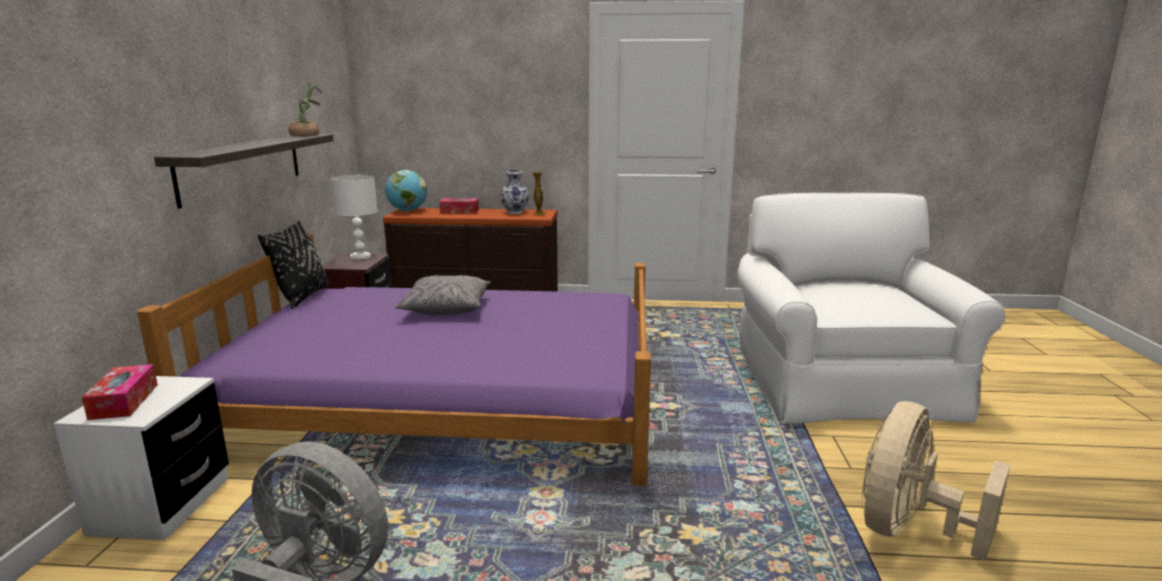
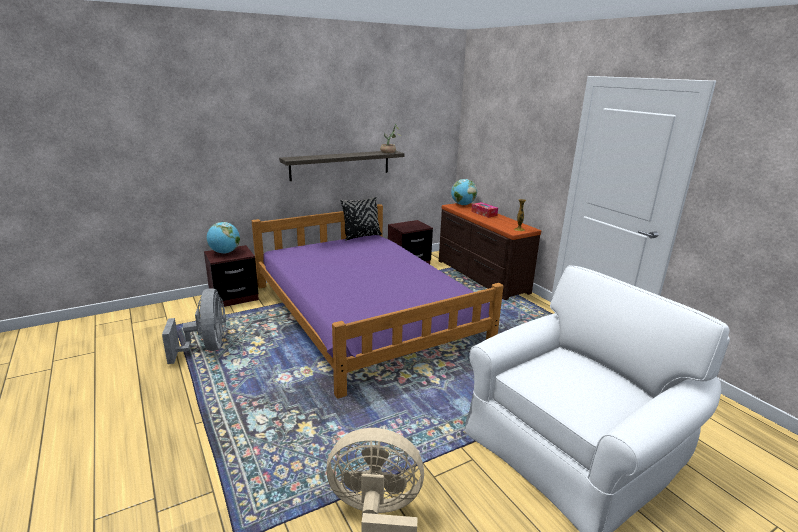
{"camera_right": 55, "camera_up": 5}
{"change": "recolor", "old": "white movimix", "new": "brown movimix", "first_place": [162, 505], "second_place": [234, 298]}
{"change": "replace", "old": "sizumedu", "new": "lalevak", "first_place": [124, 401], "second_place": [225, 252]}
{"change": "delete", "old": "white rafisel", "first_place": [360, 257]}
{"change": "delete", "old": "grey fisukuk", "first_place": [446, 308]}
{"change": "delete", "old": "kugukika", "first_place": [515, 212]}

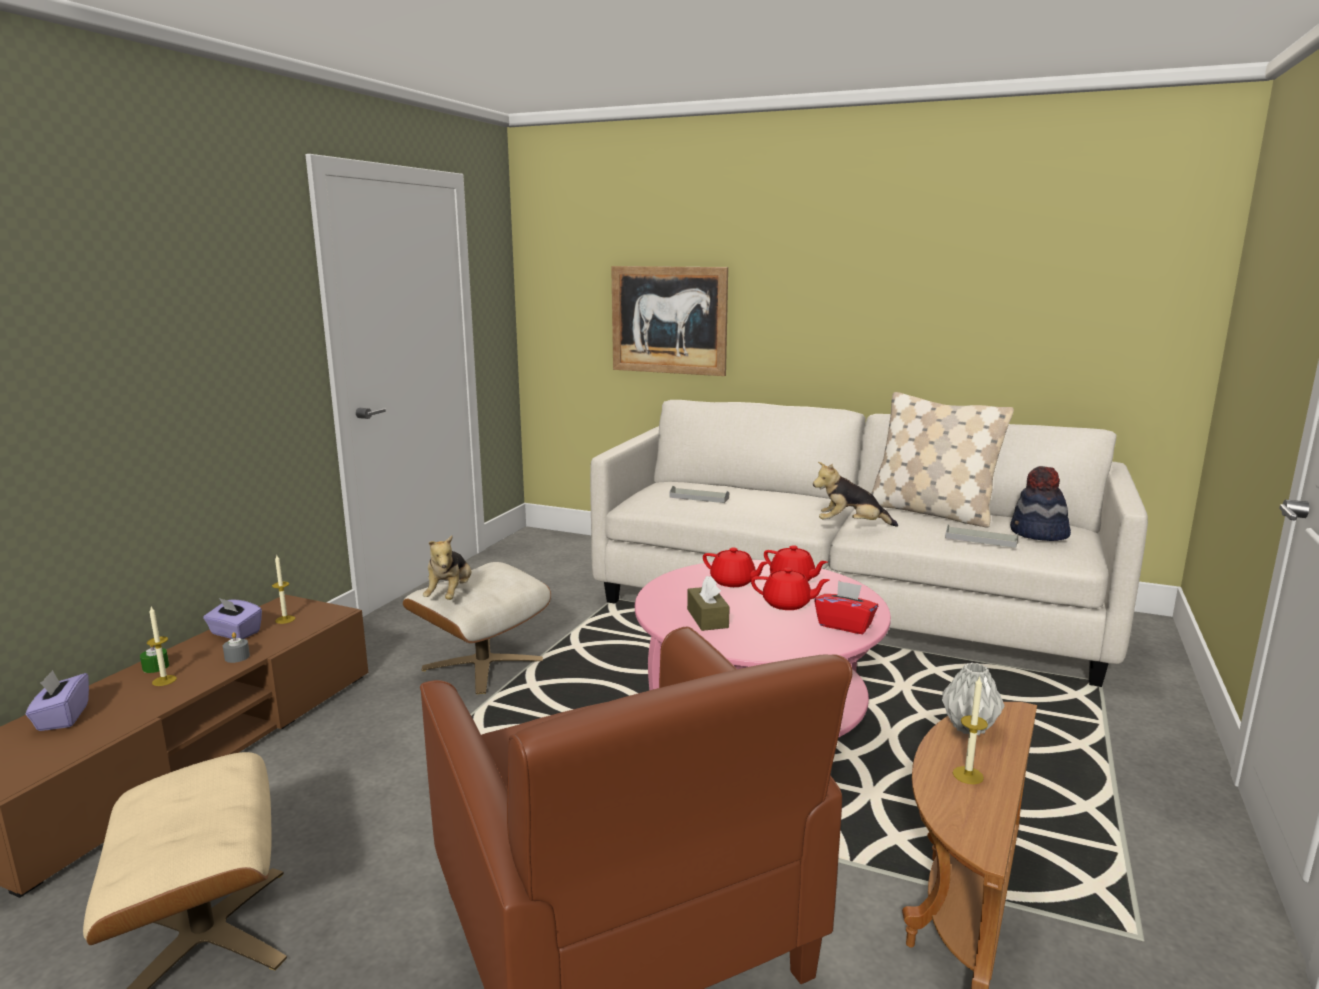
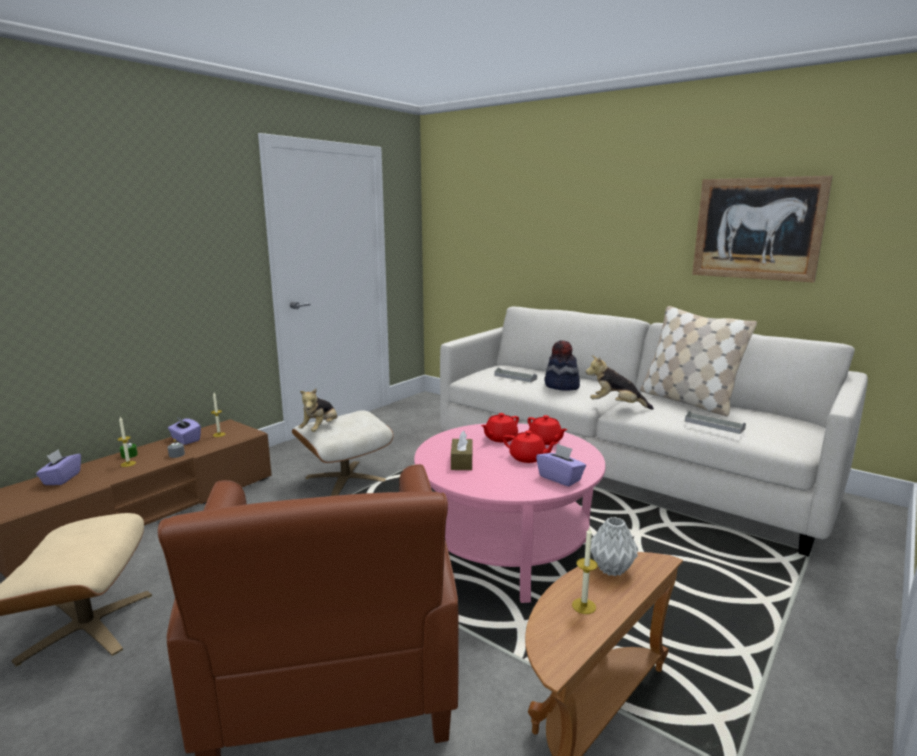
{"camera_right": 15, "camera_up": 0}
{"change": "move", "old": "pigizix", "first_place": [669, 320], "second_place": [757, 229]}
{"change": "rotate", "old": "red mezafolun", "first_place": [733, 582], "second_place": [500, 438], "degrees": 90}
{"change": "recolor", "old": "red sizumedu", "new": "purple sizumedu", "first_place": [845, 625], "second_place": [560, 478]}
{"change": "move", "old": "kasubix", "first_place": [1038, 534], "second_place": [561, 386]}

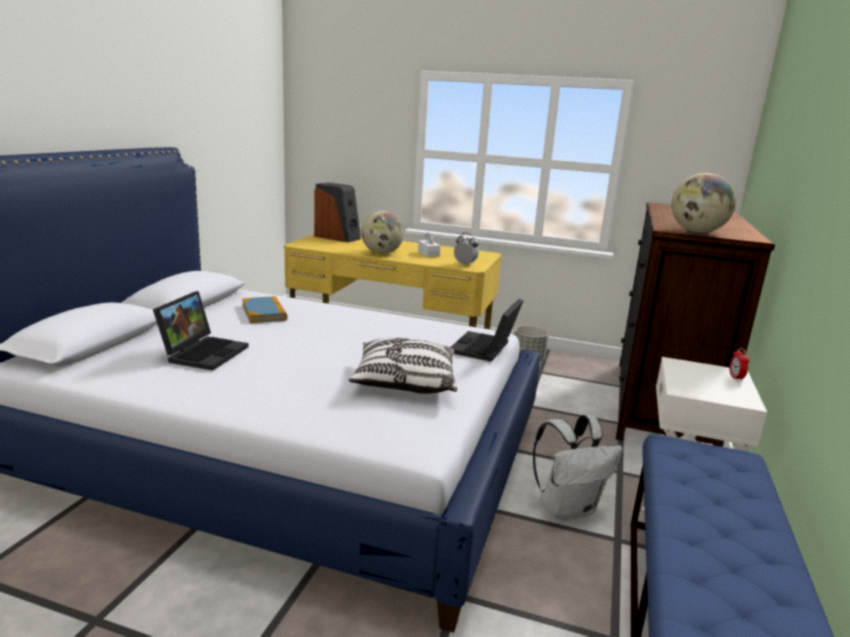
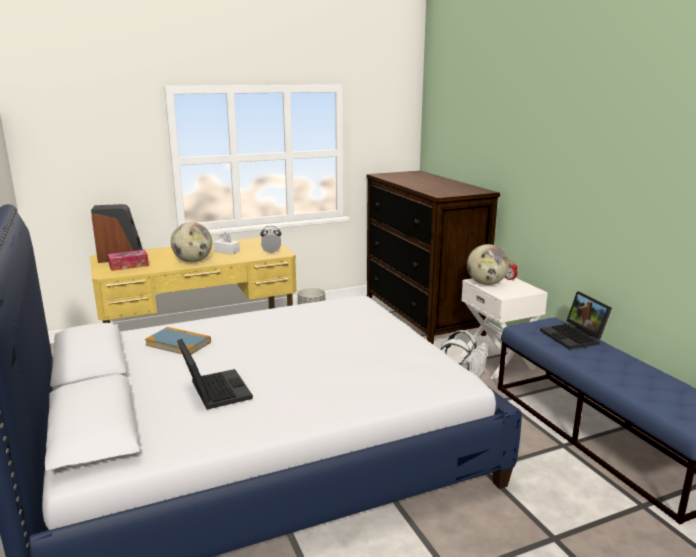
{"camera_right": -40, "camera_up": 0}
{"change": "delete", "old": "fisukuk", "first_place": [404, 382]}
{"change": "move", "old": "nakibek", "first_place": [485, 349], "second_place": [574, 337]}
{"change": "move", "old": "lalevak", "first_place": [696, 232], "second_place": [486, 284]}
{"change": "insert", "new": "sizumedu", "second_place": [129, 265]}

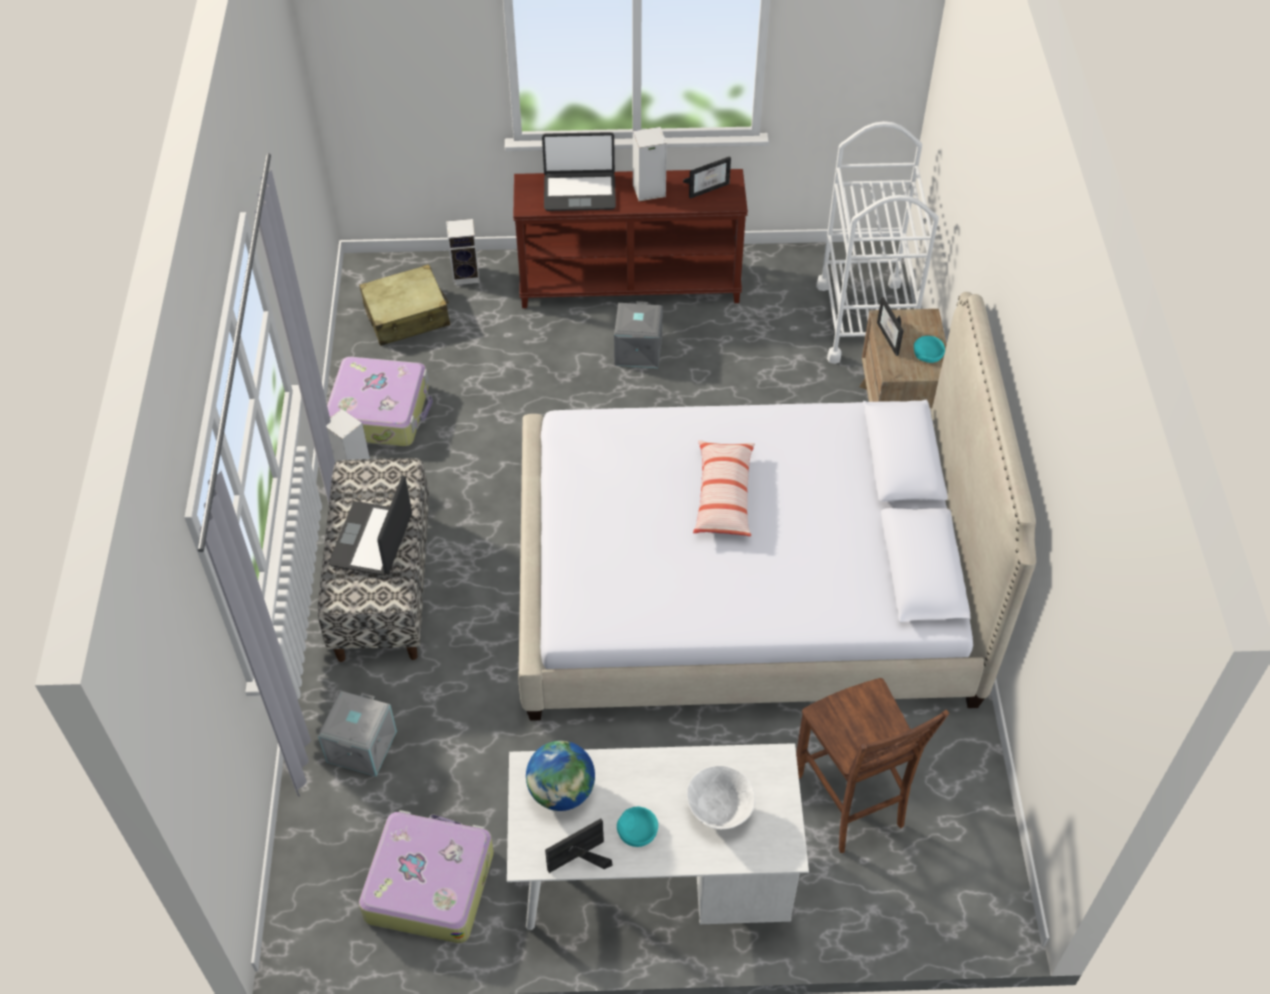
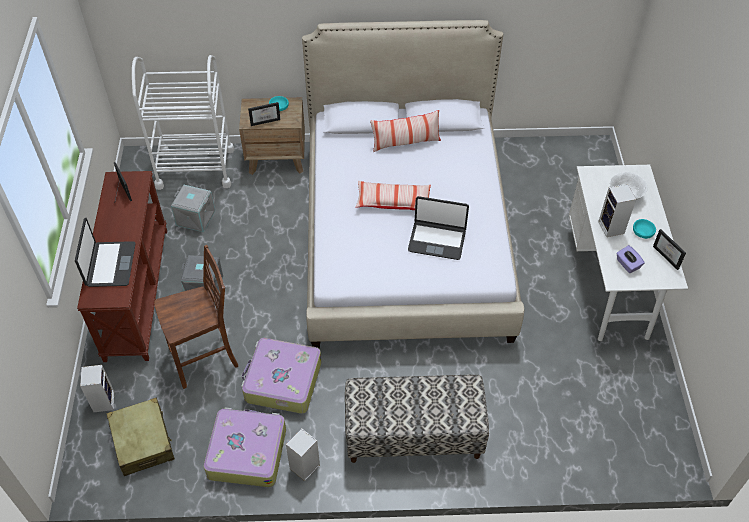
{"camera_right": -90, "camera_up": 0}
{"change": "move", "old": "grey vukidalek", "first_place": [360, 746], "second_place": [195, 218]}
{"change": "move", "old": "nakibek", "first_place": [372, 540], "second_place": [437, 240]}
{"change": "move", "old": "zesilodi", "first_place": [429, 883], "second_place": [282, 381]}
{"change": "replace", "old": "lalevak", "new": "purple sizumedu", "first_place": [561, 792], "second_place": [627, 264]}
{"change": "move", "old": "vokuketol", "first_place": [648, 191], "second_place": [612, 228]}
{"change": "move", "old": "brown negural", "first_place": [850, 803], "second_place": [206, 359]}
{"change": "insert", "new": "fisukuk", "second_place": [405, 143]}

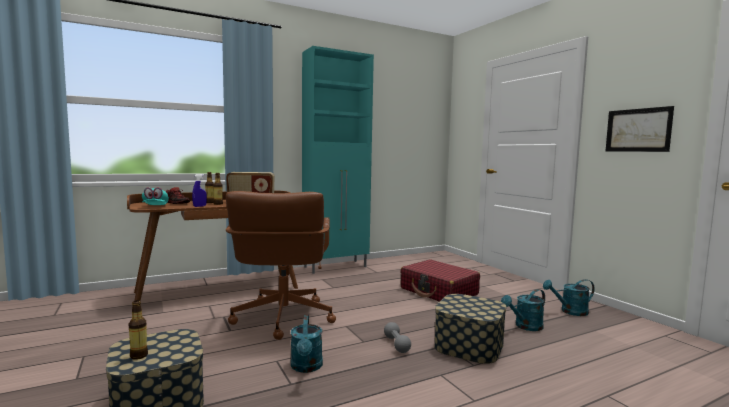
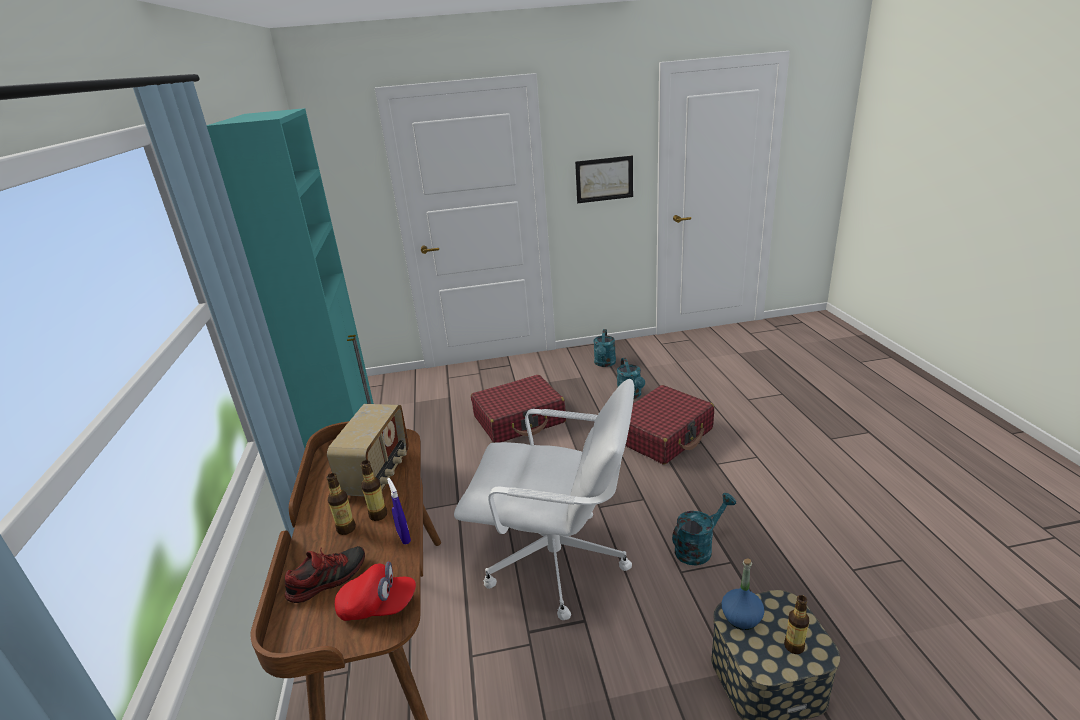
{"camera_right": -70, "camera_up": 20}
{"change": "recolor", "old": "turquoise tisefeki", "new": "red tisefeki", "first_place": [155, 207], "second_place": [378, 606]}
{"change": "recolor", "old": "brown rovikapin", "new": "white rovikapin", "first_place": [282, 318], "second_place": [557, 563]}
{"change": "rotate", "old": "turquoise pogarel", "first_place": [306, 367], "second_place": [698, 548], "degrees": -45}
{"change": "delete", "old": "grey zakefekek", "first_place": [396, 344]}
{"change": "replace", "old": "vukidalek", "new": "red zesilodi", "first_place": [469, 345], "second_place": [663, 435]}
{"change": "insert", "new": "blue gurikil", "second_place": [741, 617]}

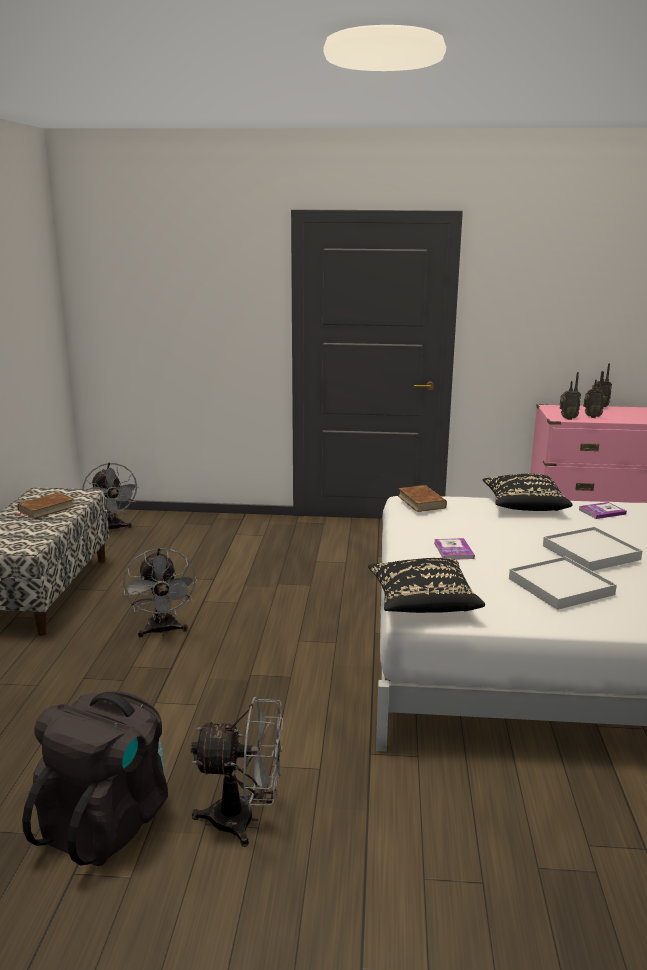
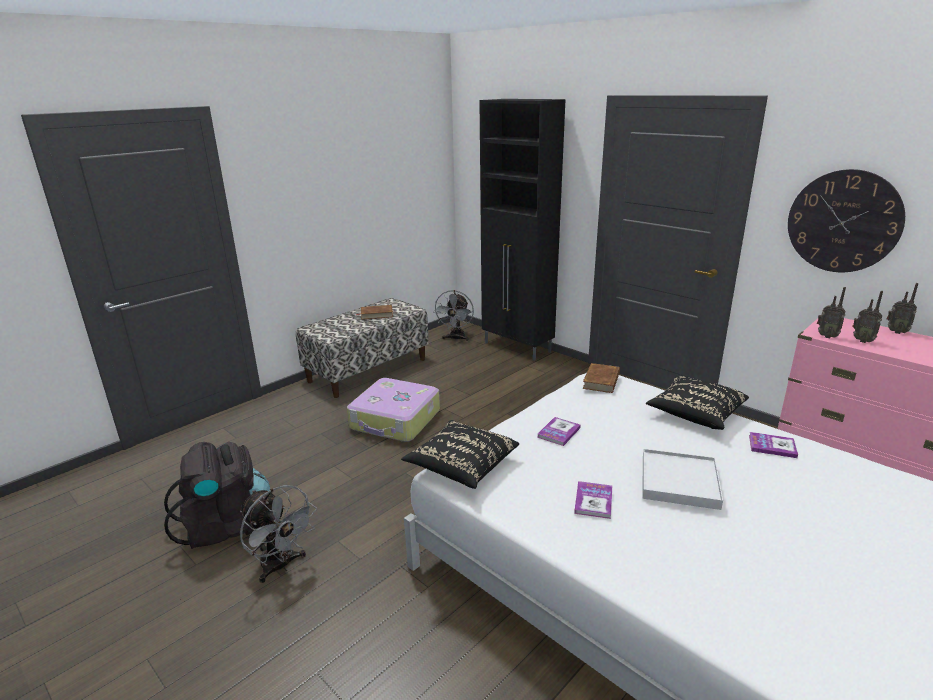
{"camera_right": 40, "camera_up": 5}
{"change": "replace", "old": "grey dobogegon", "new": "zesilodi", "first_place": [162, 631], "second_place": [395, 420]}
{"change": "replace", "old": "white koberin", "new": "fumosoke", "first_place": [560, 586], "second_place": [593, 501]}
{"change": "insert", "new": "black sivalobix", "second_place": [517, 348]}
{"change": "insert", "new": "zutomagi", "second_place": [843, 221]}

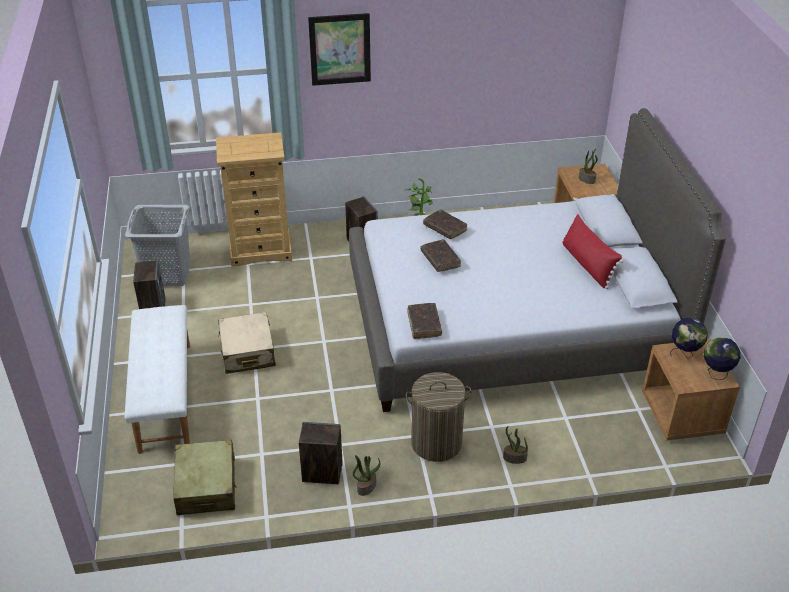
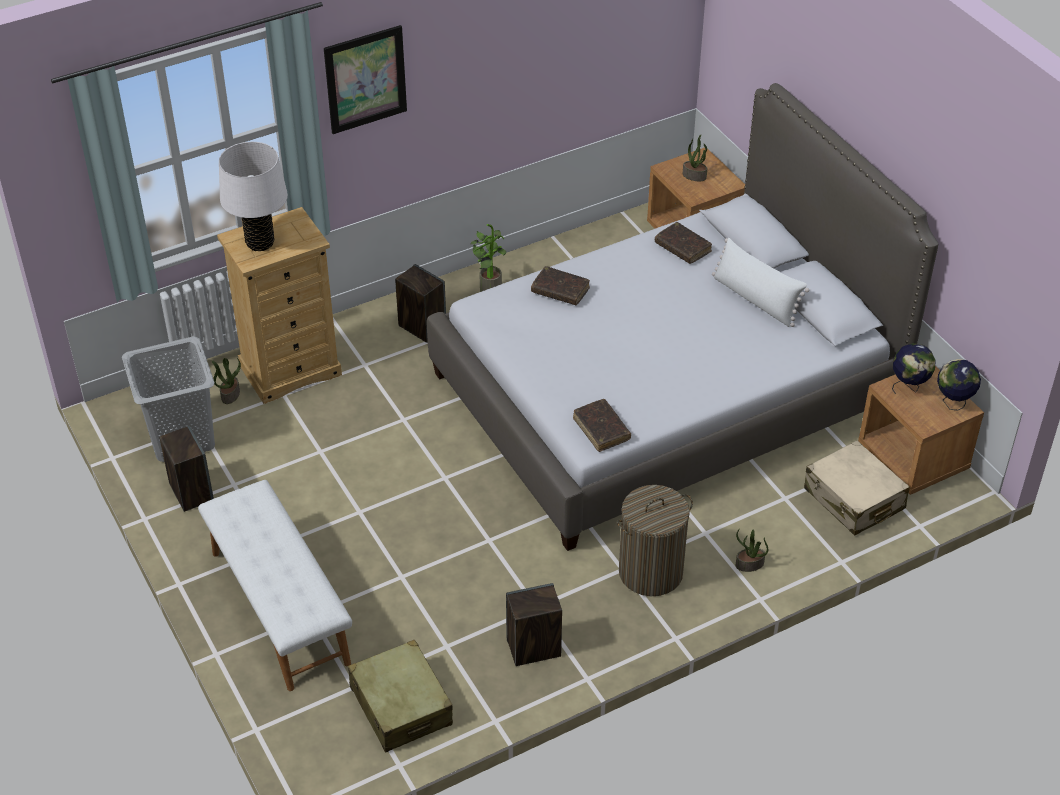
{"camera_right": -20, "camera_up": 5}
{"change": "move", "old": "beige zesilodi", "first_place": [247, 352], "second_place": [854, 499]}
{"change": "move", "old": "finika", "first_place": [366, 486], "second_place": [230, 394]}
{"change": "move", "old": "brown fumosoke", "first_place": [440, 259], "second_place": [682, 248]}
{"change": "recolor", "old": "red fisukuk", "new": "white fisukuk", "first_place": [587, 264], "second_place": [755, 299]}
{"change": "insert", "new": "white rafisel", "second_place": [260, 243]}

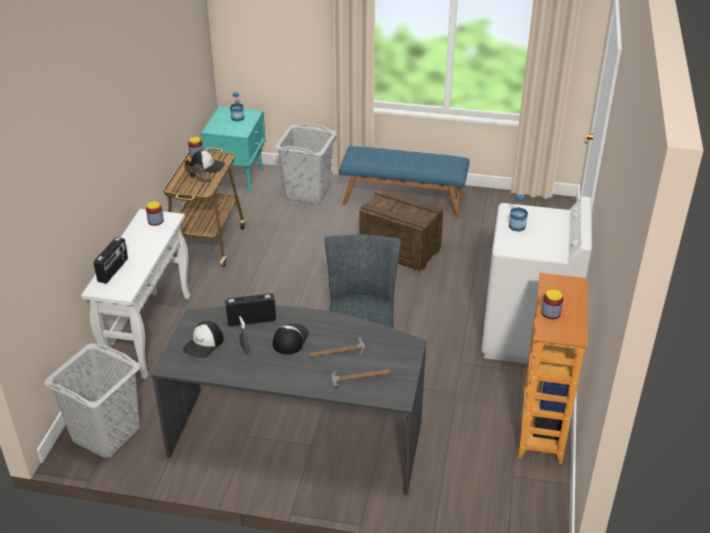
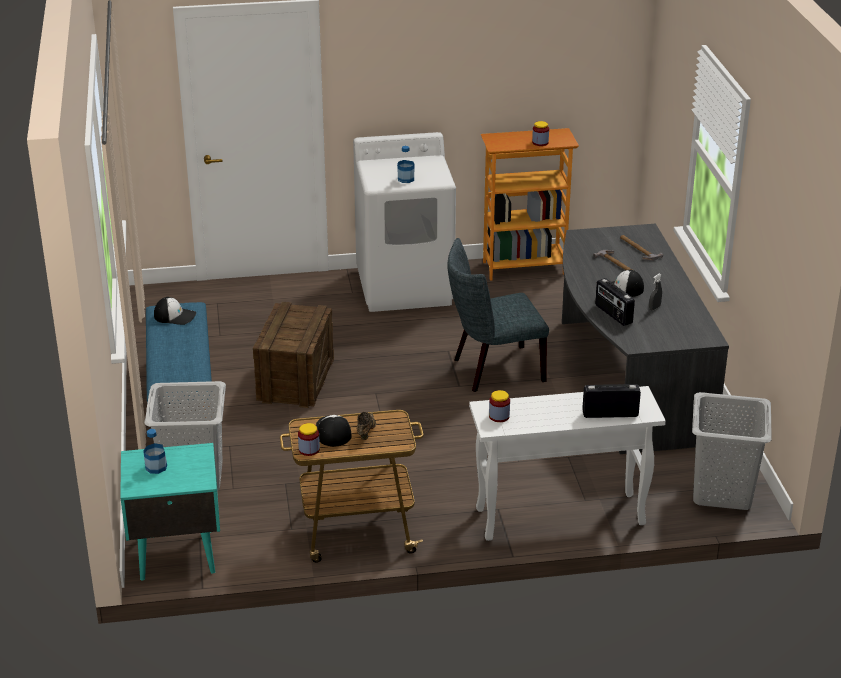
{"camera_right": -110, "camera_up": -5}
{"change": "move", "old": "tisefeki", "first_place": [204, 344], "second_place": [175, 316]}

